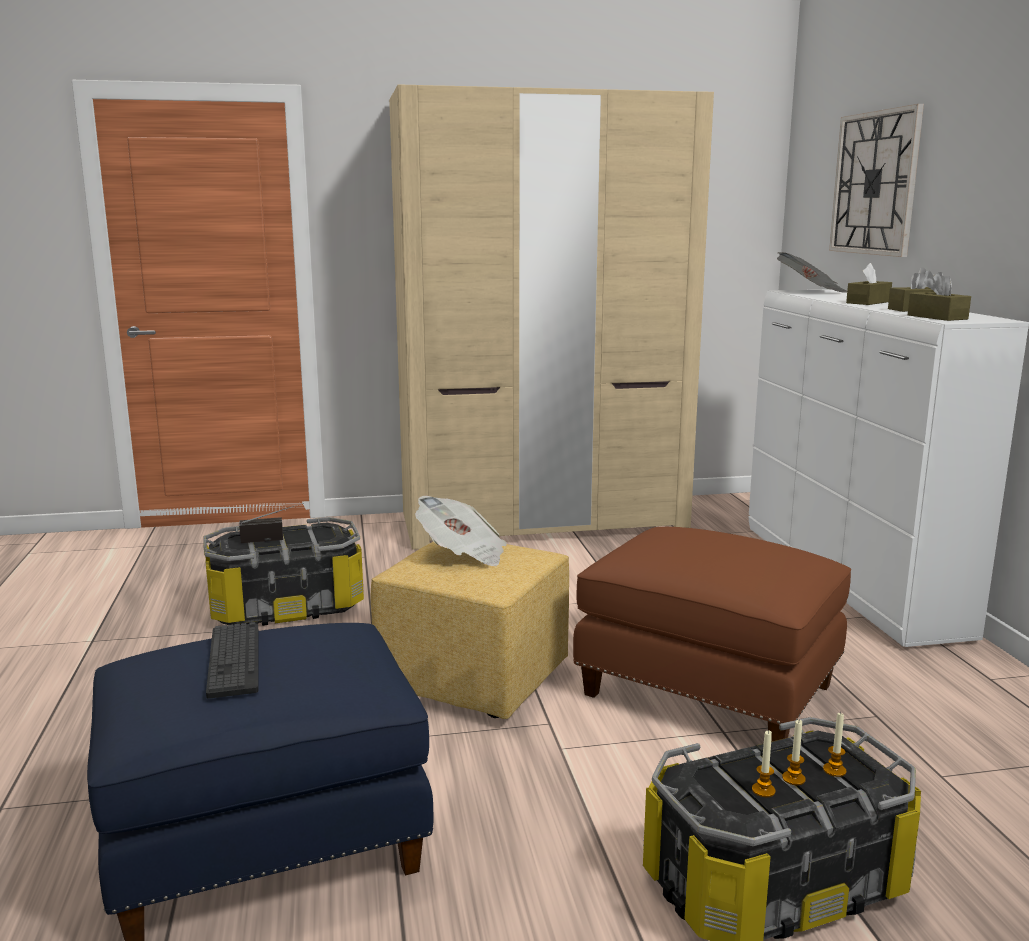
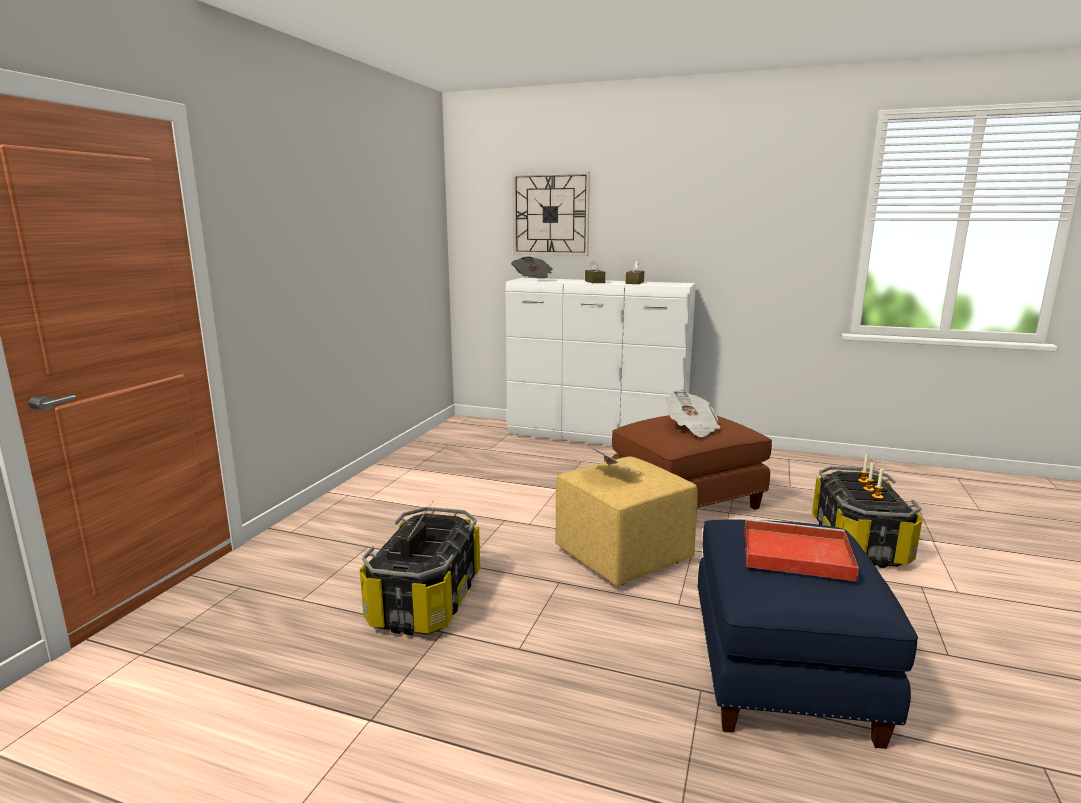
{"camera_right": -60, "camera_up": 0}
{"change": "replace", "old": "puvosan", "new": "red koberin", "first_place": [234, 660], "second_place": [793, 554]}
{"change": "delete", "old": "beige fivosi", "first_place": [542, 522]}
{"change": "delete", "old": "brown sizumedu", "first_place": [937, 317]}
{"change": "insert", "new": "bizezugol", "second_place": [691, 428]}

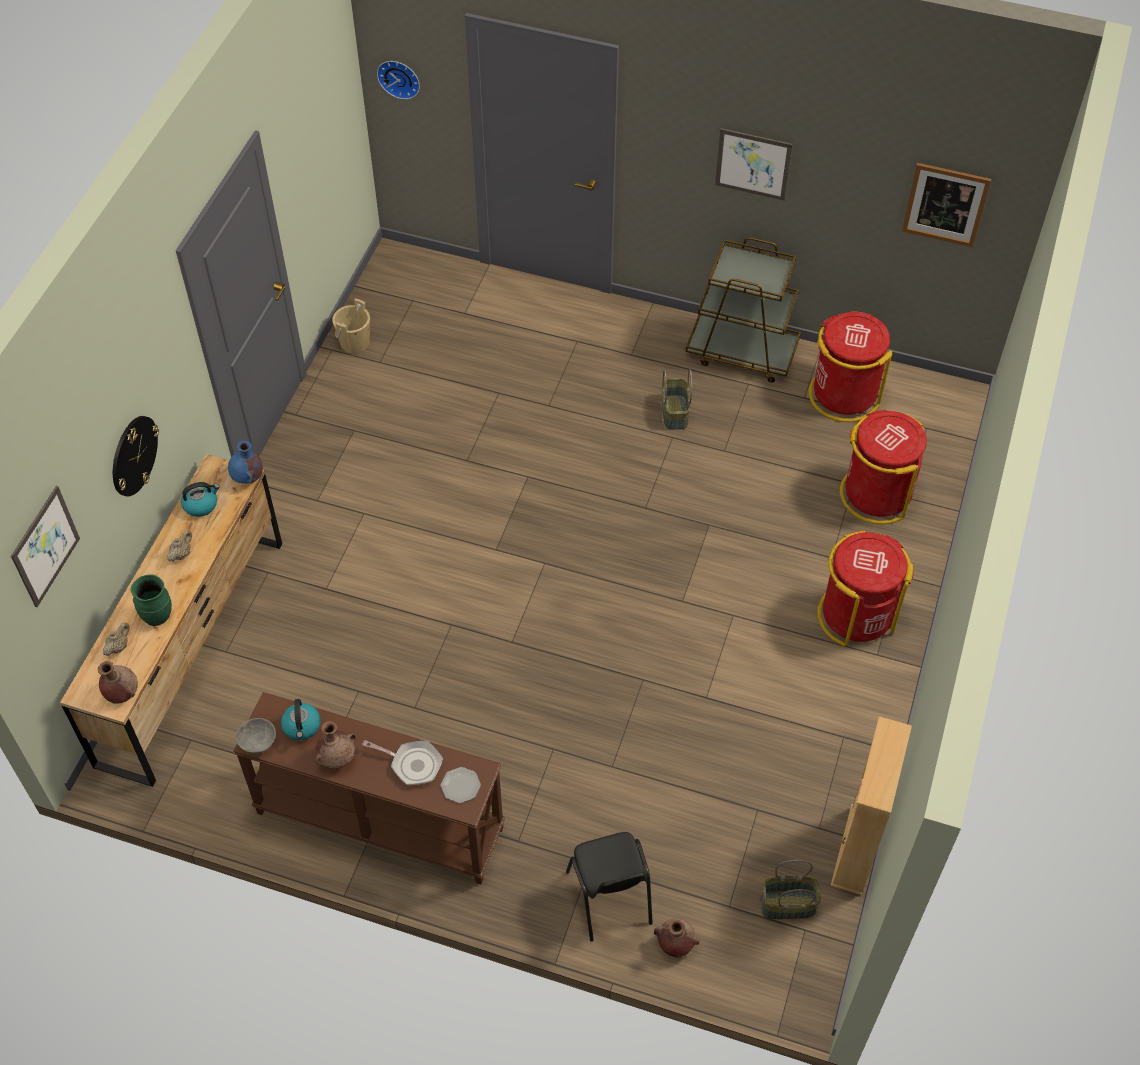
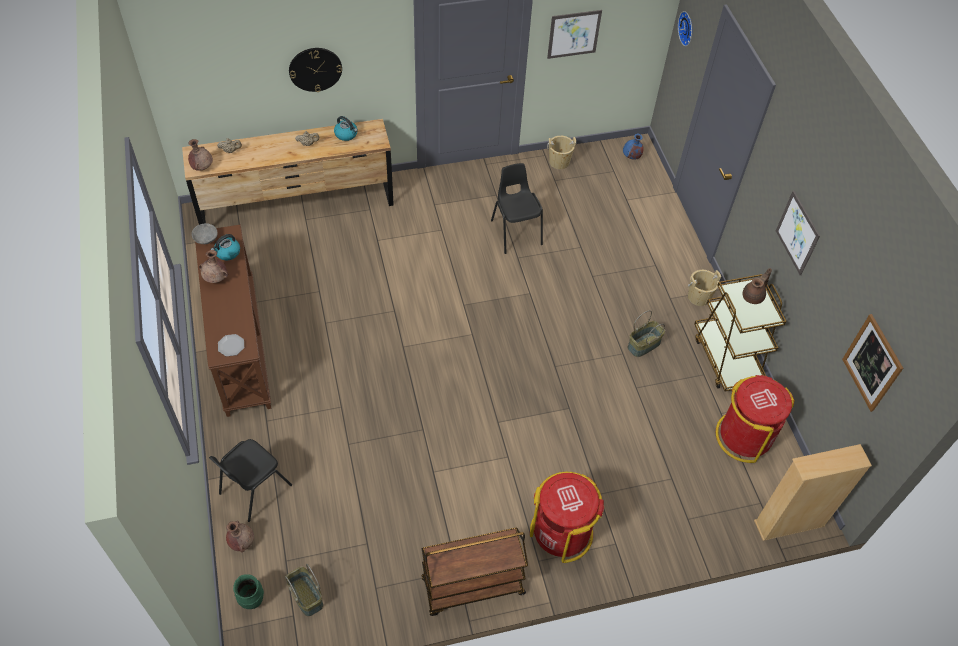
{"camera_right": 55, "camera_up": 0}
{"change": "move", "old": "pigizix", "first_place": [45, 546], "second_place": [574, 34]}
{"change": "move", "old": "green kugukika", "first_place": [158, 616], "second_place": [252, 600]}
{"change": "move", "old": "blue kugukika", "first_place": [248, 478], "second_place": [631, 157]}
{"change": "delete", "old": "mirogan", "first_place": [412, 764]}
{"change": "move", "old": "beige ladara", "first_place": [856, 849], "second_place": [789, 524]}
{"change": "delete", "old": "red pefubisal", "first_place": [876, 494]}
{"change": "insert", "new": "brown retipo", "second_place": [472, 587]}
{"change": "insert", "new": "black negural", "second_place": [516, 232]}
{"change": "insert", "new": "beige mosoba", "second_place": [698, 297]}
{"change": "insert", "new": "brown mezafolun", "second_place": [753, 296]}

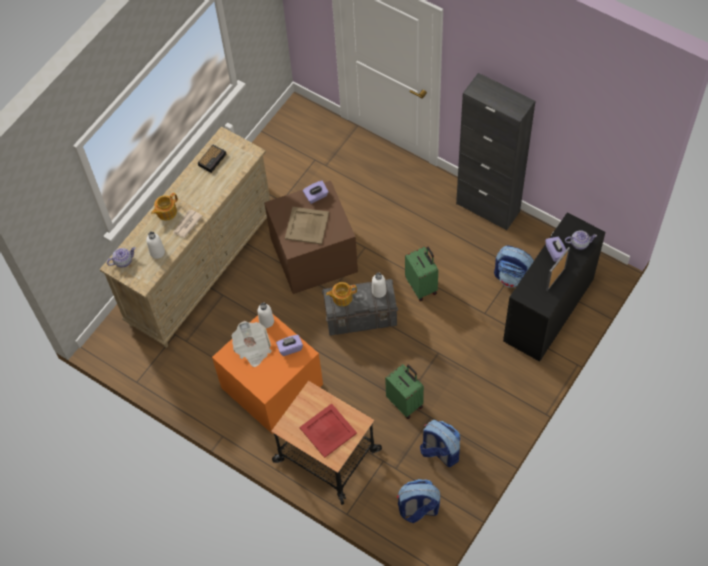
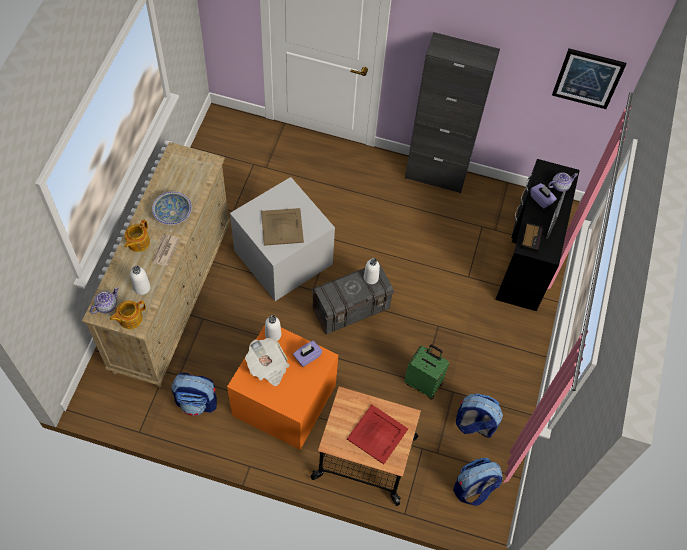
{"camera_right": -25, "camera_up": 0}
{"change": "move", "old": "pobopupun", "first_place": [212, 159], "second_place": [531, 238]}
{"change": "recolor", "old": "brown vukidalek", "new": "grey vukidalek", "first_place": [313, 256], "second_place": [283, 259]}
{"change": "delete", "old": "purple sizumedu", "first_place": [316, 196]}
{"change": "move", "old": "mezafolun", "first_place": [341, 297], "second_place": [130, 318]}
{"change": "delete", "old": "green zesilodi", "first_place": [422, 286]}
{"change": "move", "old": "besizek", "first_place": [513, 277], "second_place": [197, 402]}
{"change": "insert", "new": "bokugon", "second_place": [173, 213]}
{"change": "insert", "new": "pigizix", "second_place": [588, 78]}

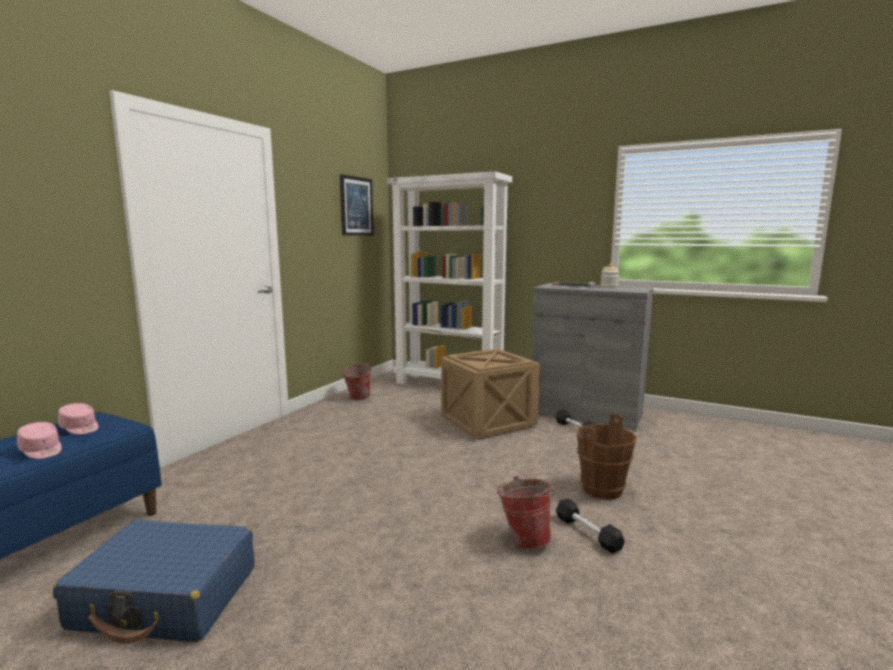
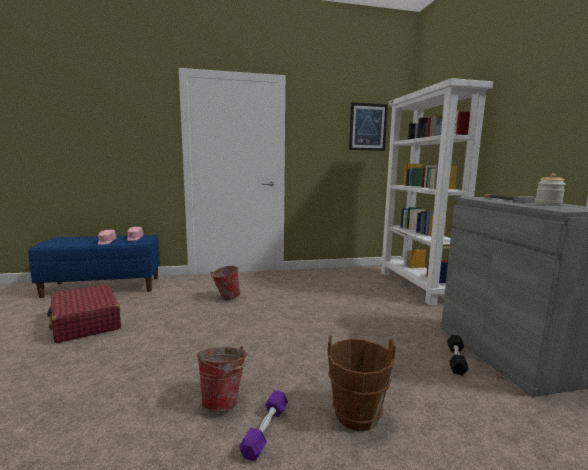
{"camera_right": 50, "camera_up": 0}
{"change": "recolor", "old": "blue zesilodi", "new": "red zesilodi", "first_place": [167, 597], "second_place": [86, 322]}
{"change": "move", "old": "mosoba", "first_place": [357, 398], "second_place": [225, 298]}
{"change": "delete", "old": "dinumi", "first_place": [487, 422]}
{"change": "recolor", "old": "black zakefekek", "new": "purple zakefekek", "first_place": [587, 533], "second_place": [265, 431]}

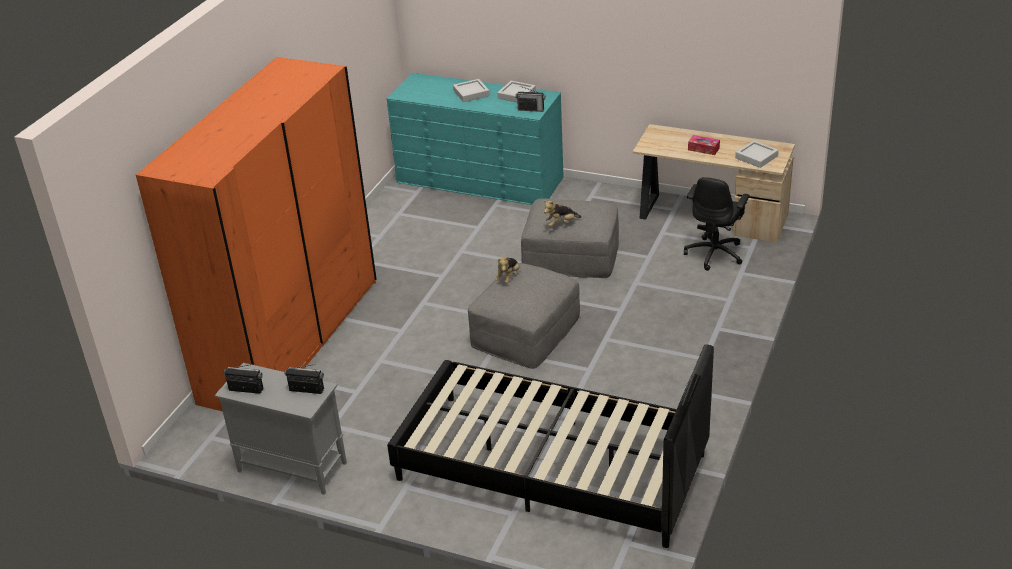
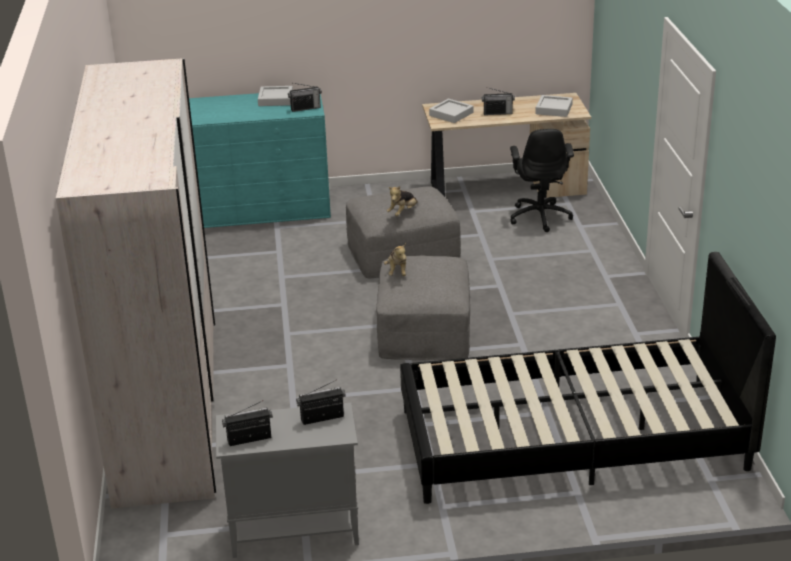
{"camera_right": -30, "camera_up": -5}
{"change": "recolor", "old": "orange fivosi", "new": "beige fivosi", "first_place": [291, 340], "second_place": [168, 410]}
{"change": "move", "old": "grey koberin", "first_place": [471, 93], "second_place": [451, 114]}
{"change": "replace", "old": "sizumedu", "new": "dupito", "first_place": [703, 149], "second_place": [497, 113]}

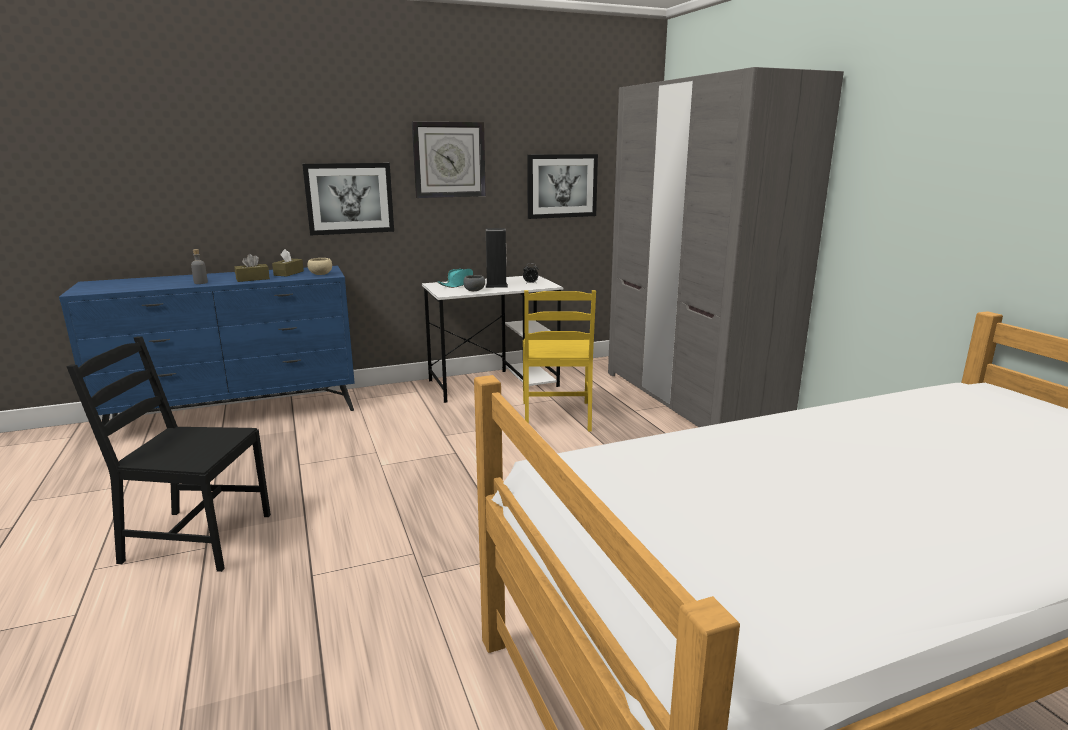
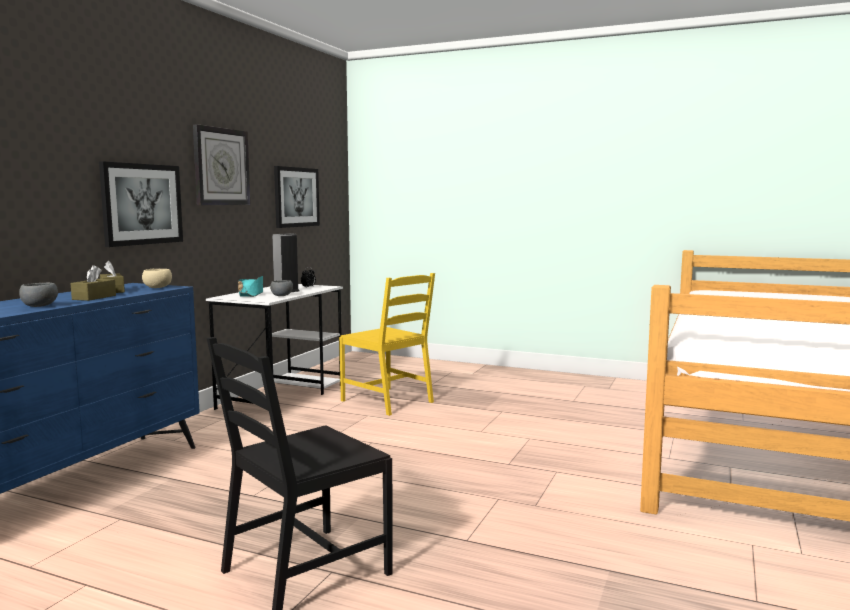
{"camera_right": -45, "camera_up": -10}
{"change": "replace", "old": "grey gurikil", "new": "grey bokugon", "first_place": [201, 283], "second_place": [40, 306]}
{"change": "delete", "old": "grey fivosi", "first_place": [690, 399]}

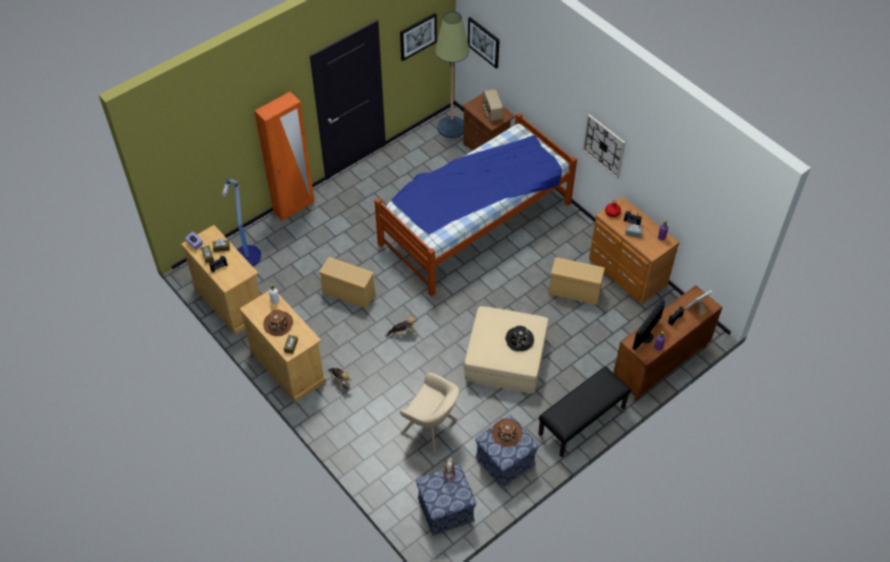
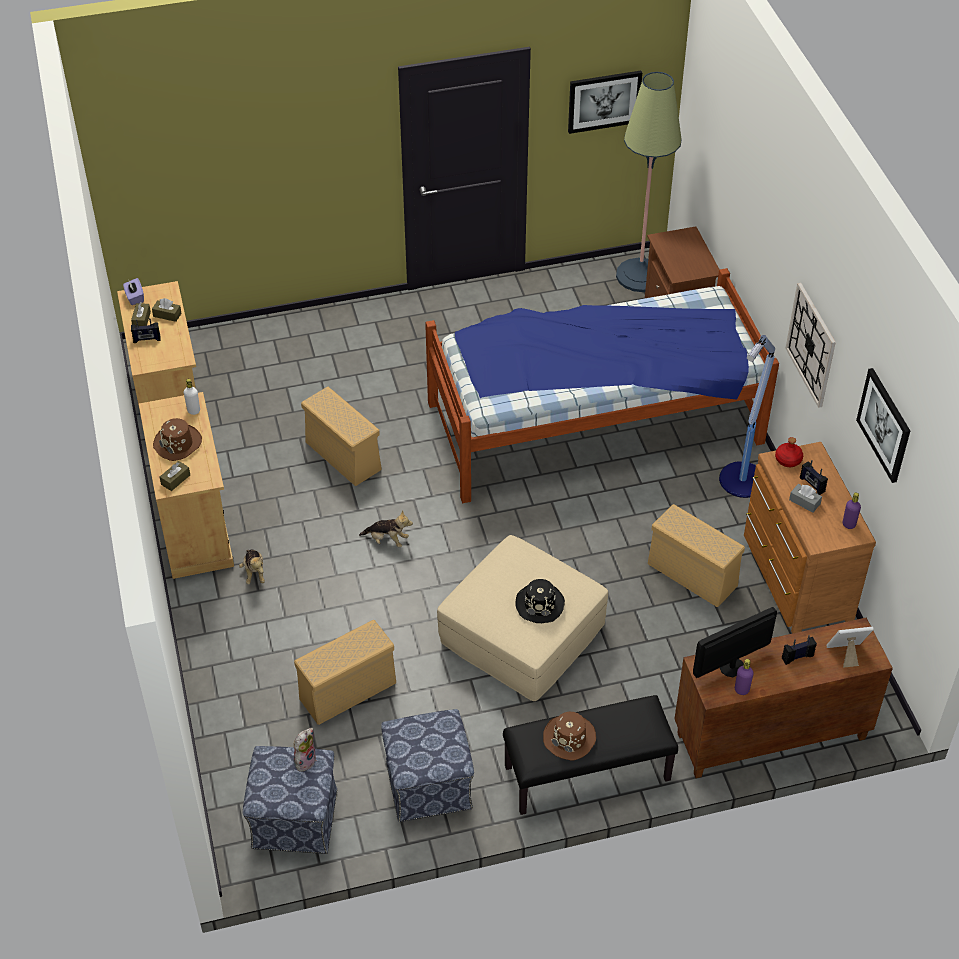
{"camera_right": 25, "camera_up": -5}
{"change": "move", "old": "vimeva", "first_place": [247, 257], "second_place": [742, 481]}
{"change": "delete", "old": "orange fivosi", "first_place": [294, 207]}
{"change": "replace", "old": "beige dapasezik", "new": "beige vukidalek", "first_place": [431, 428], "second_place": [346, 692]}
{"change": "move", "old": "pigizix", "first_place": [484, 42], "second_place": [884, 424]}
{"change": "delete", "old": "dupito", "first_place": [491, 112]}
{"change": "move", "old": "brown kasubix", "first_place": [507, 433], "second_place": [570, 738]}

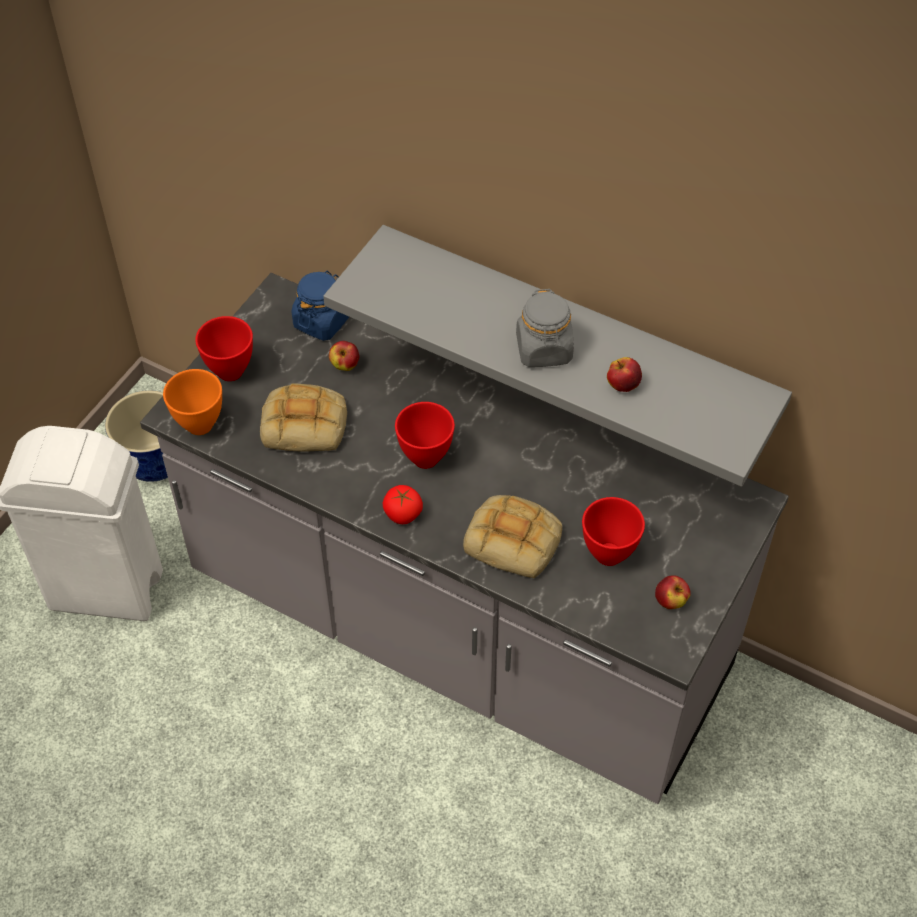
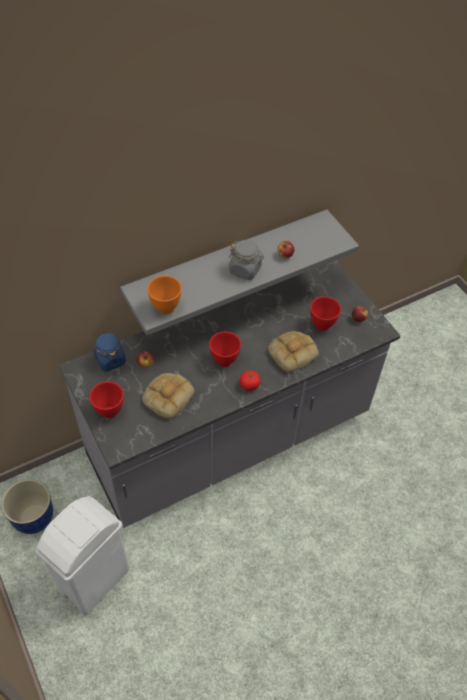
{"camera_right": -60, "camera_up": 0}
{"change": "move", "old": "orange bokugon", "first_place": [201, 425], "second_place": [166, 308]}

